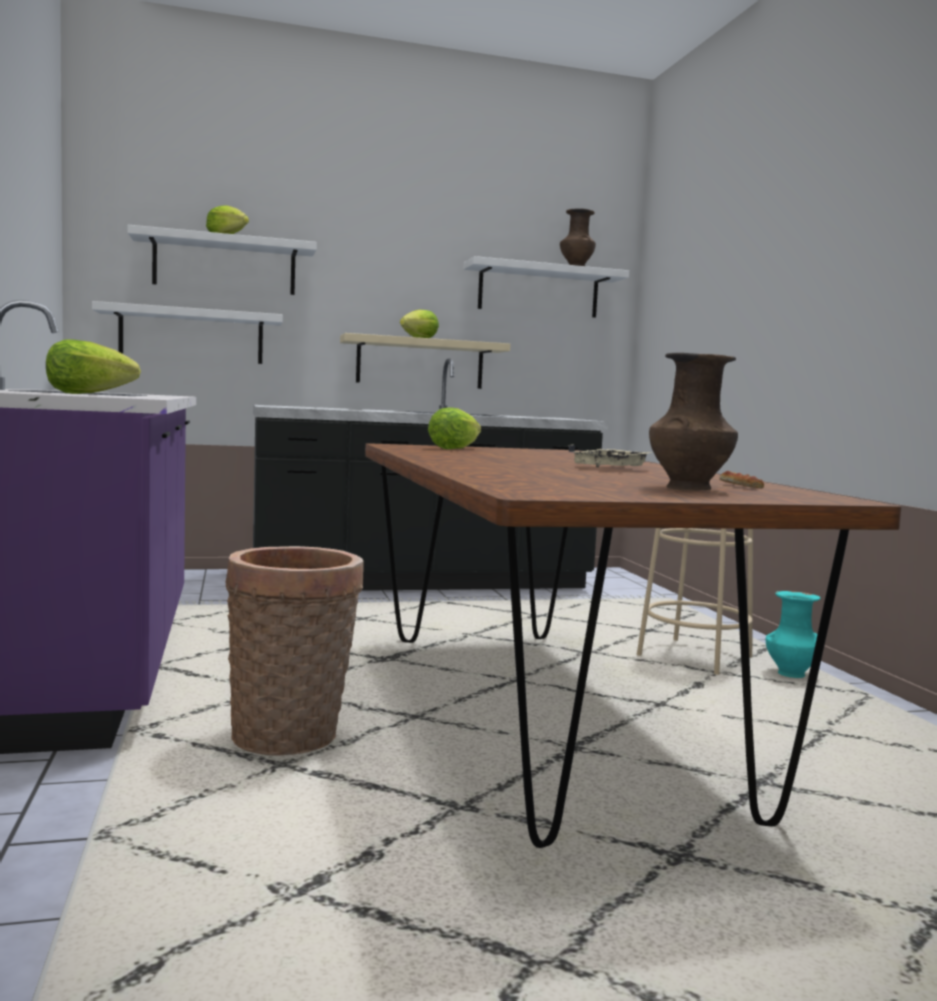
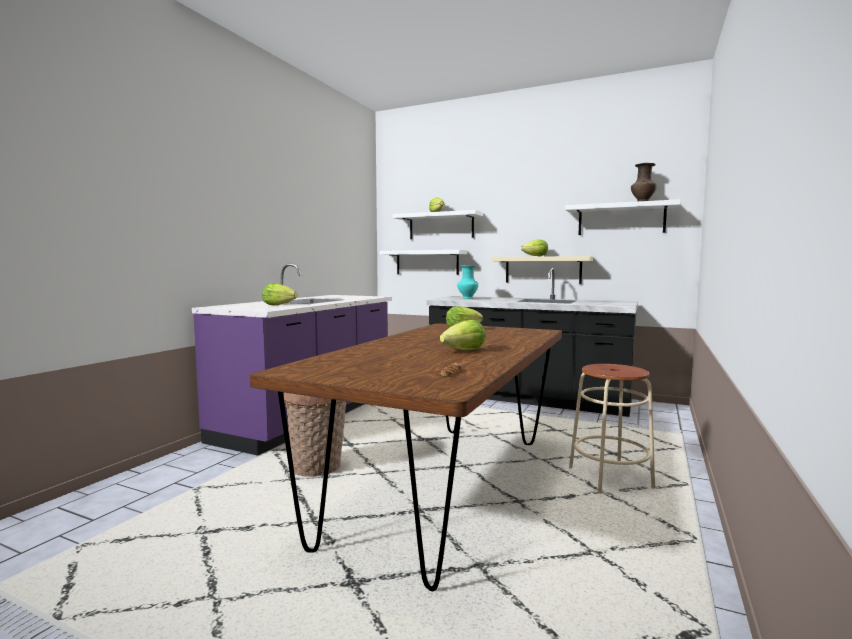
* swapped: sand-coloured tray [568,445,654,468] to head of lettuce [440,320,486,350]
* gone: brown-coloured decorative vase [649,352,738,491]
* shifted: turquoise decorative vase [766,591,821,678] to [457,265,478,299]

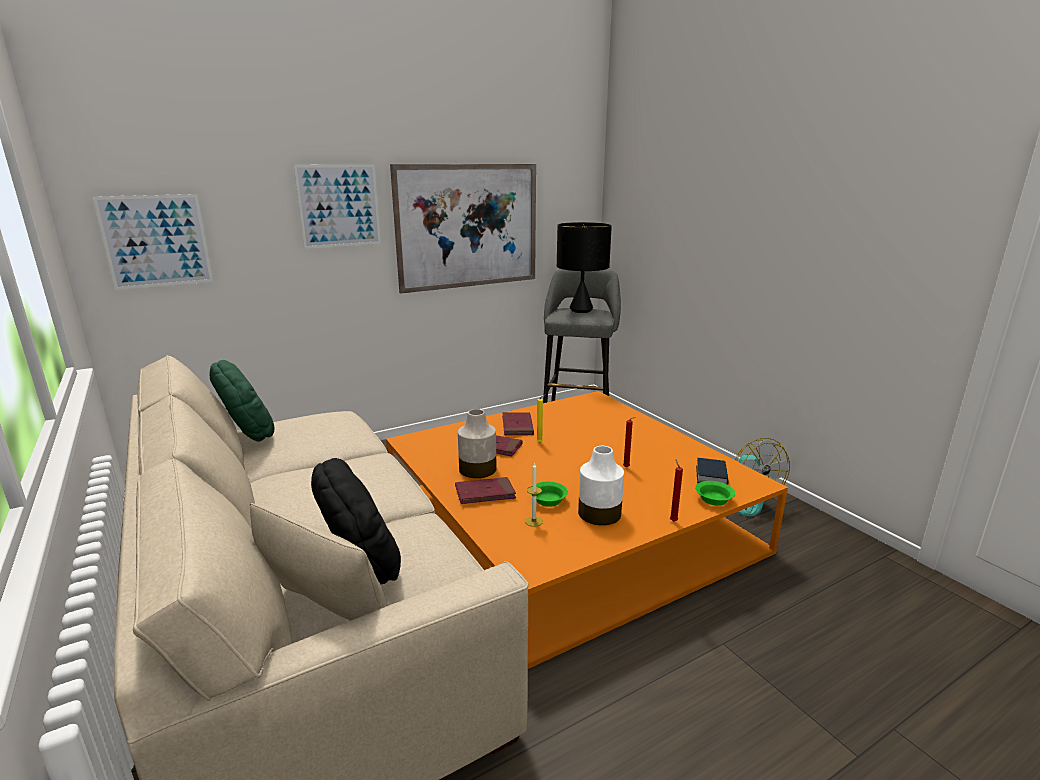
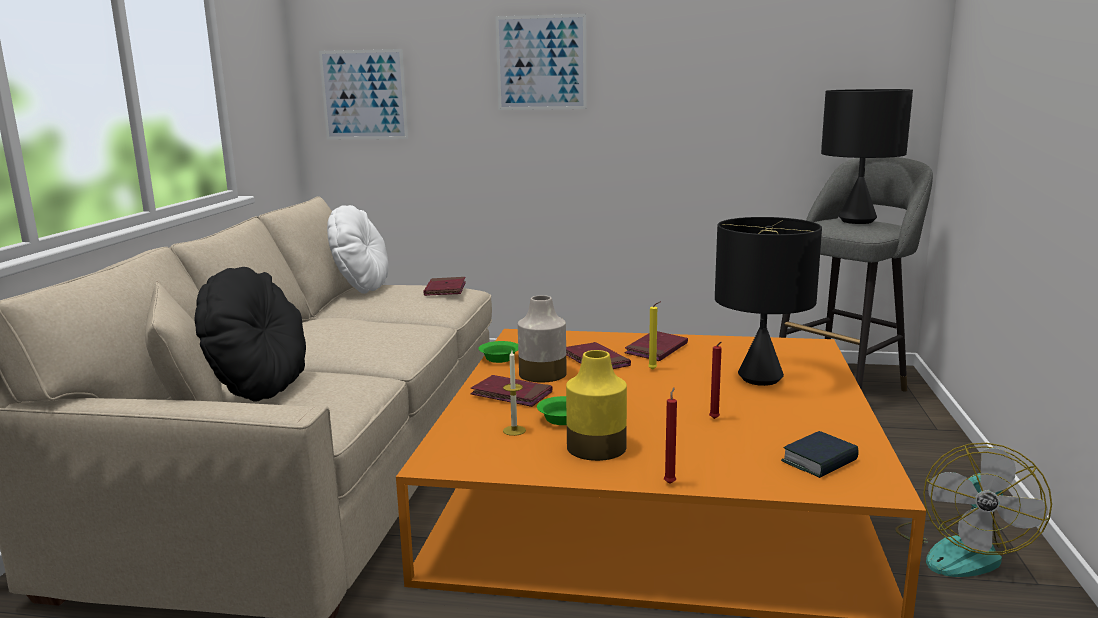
* repainted: green pillow [210,360,274,442] to white-coloured pillow [327,205,389,294]
* gone: wall picture [390,164,536,294]
* repainted: white-coloured decorative vase [578,446,624,525] to yellow-coloured decorative vase [566,350,627,461]
* shifted: green deep dish [695,481,735,506] to [478,341,518,363]
* new: red volume [424,277,466,296]
* new: black lamp for a table [715,217,822,386]

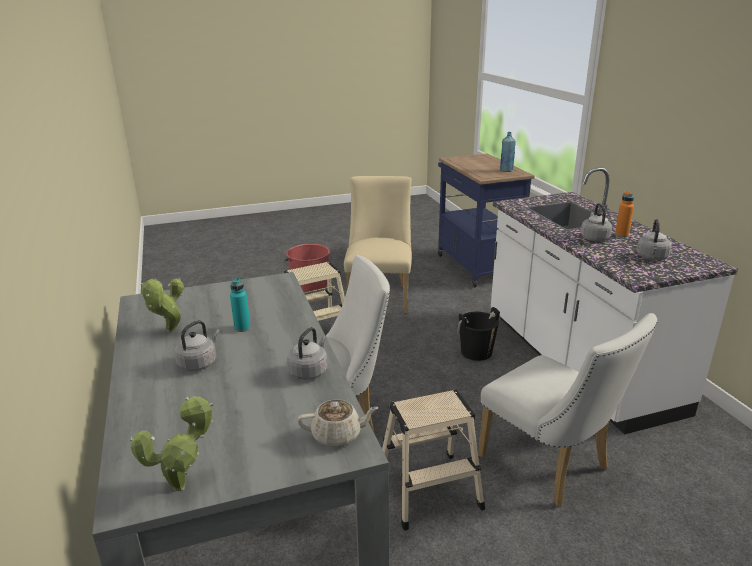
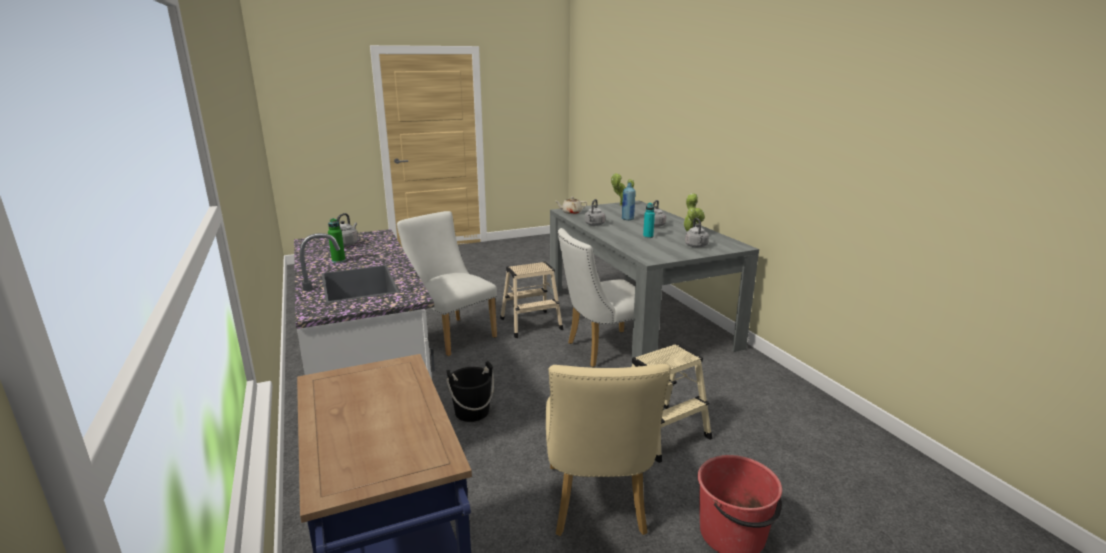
* shifted: bluish drink bottle [500,132,515,172] to [622,183,636,220]
* shifted: greyish water kettle [581,203,612,241] to [685,217,709,248]
* repainted: orange-coloured drink bottle [615,191,634,238] to green drink bottle [328,218,345,263]

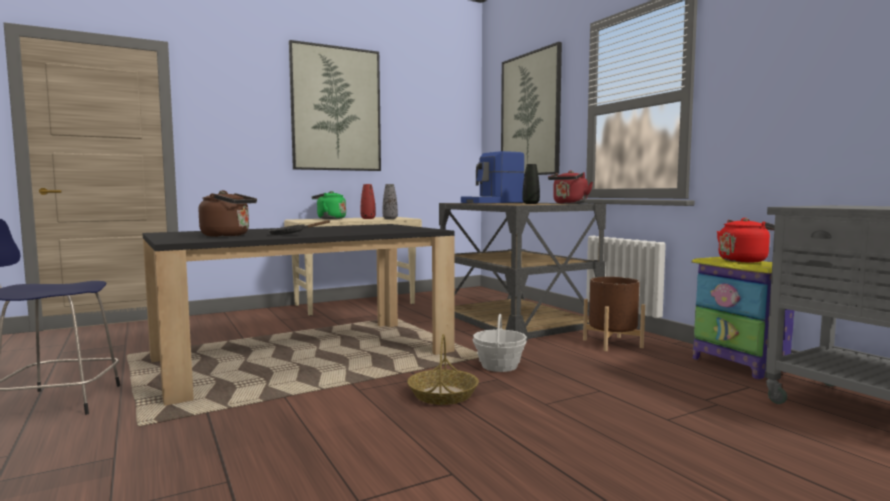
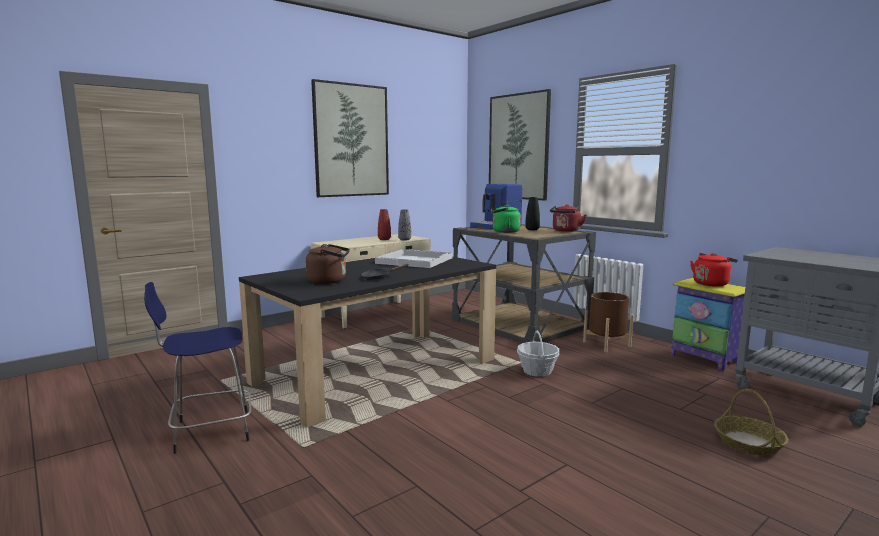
* shifted: green water kettle [312,191,346,219] to [491,205,521,233]
* shifted: storage basket [407,334,479,405] to [714,389,788,455]
* new: white-coloured tray [375,249,453,268]

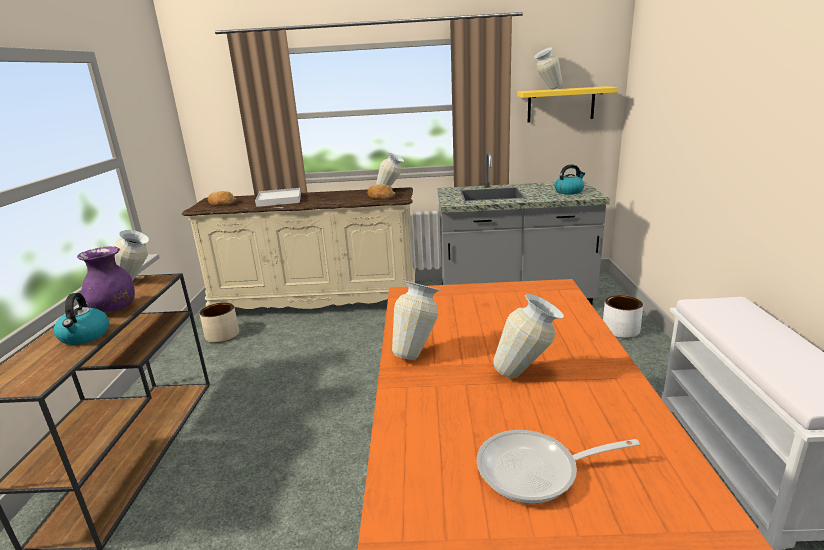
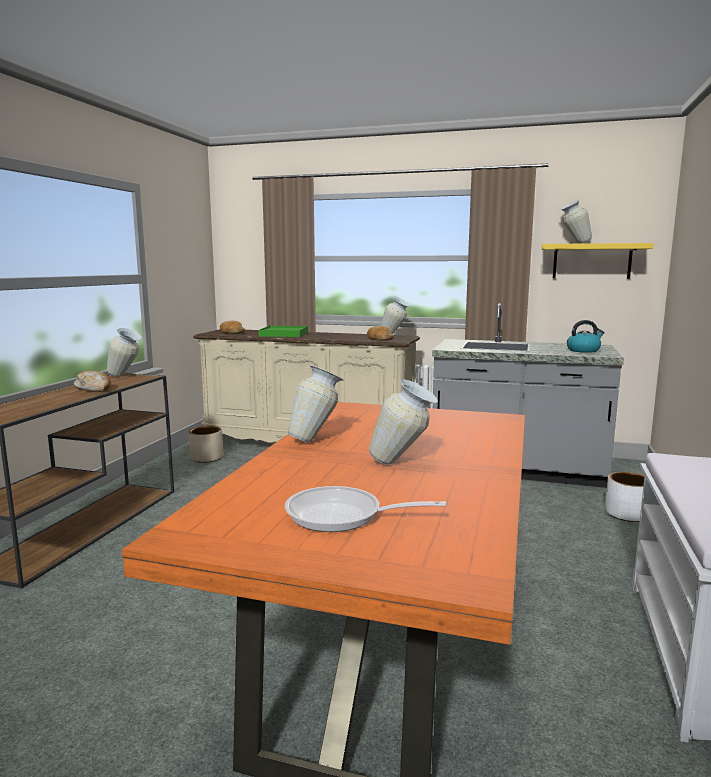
* gone: water kettle [53,293,109,345]
* swapped: purple-coloured decorative vase [77,247,135,312] to bakery bread [74,370,111,392]
* repainted: white-coloured tray [255,188,301,207] to green tray [258,326,308,337]

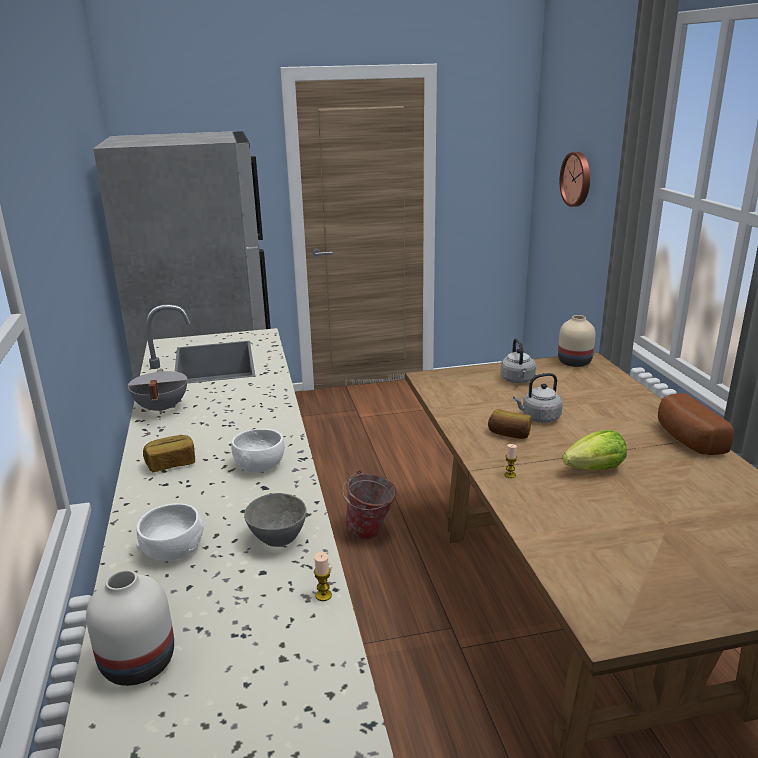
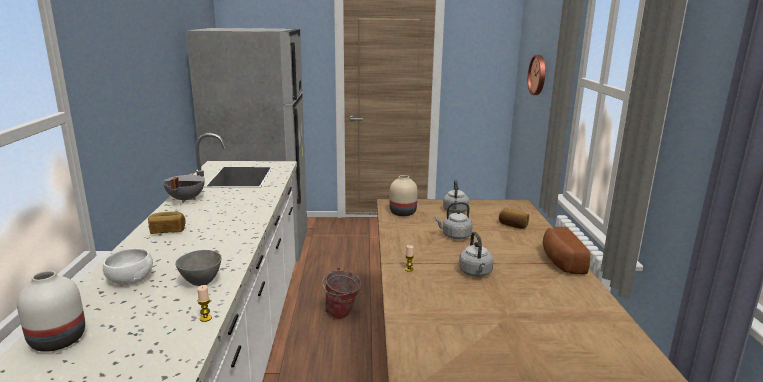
* gone: white-coloured deep dish [231,429,284,473]
* shifted: bakery bread [488,409,531,439] to [499,208,529,229]
* shifted: sand-coloured decorative vase [558,315,596,367] to [390,175,418,216]
* swapped: head of lettuce [562,430,627,470] to greyish water kettle [459,232,494,277]

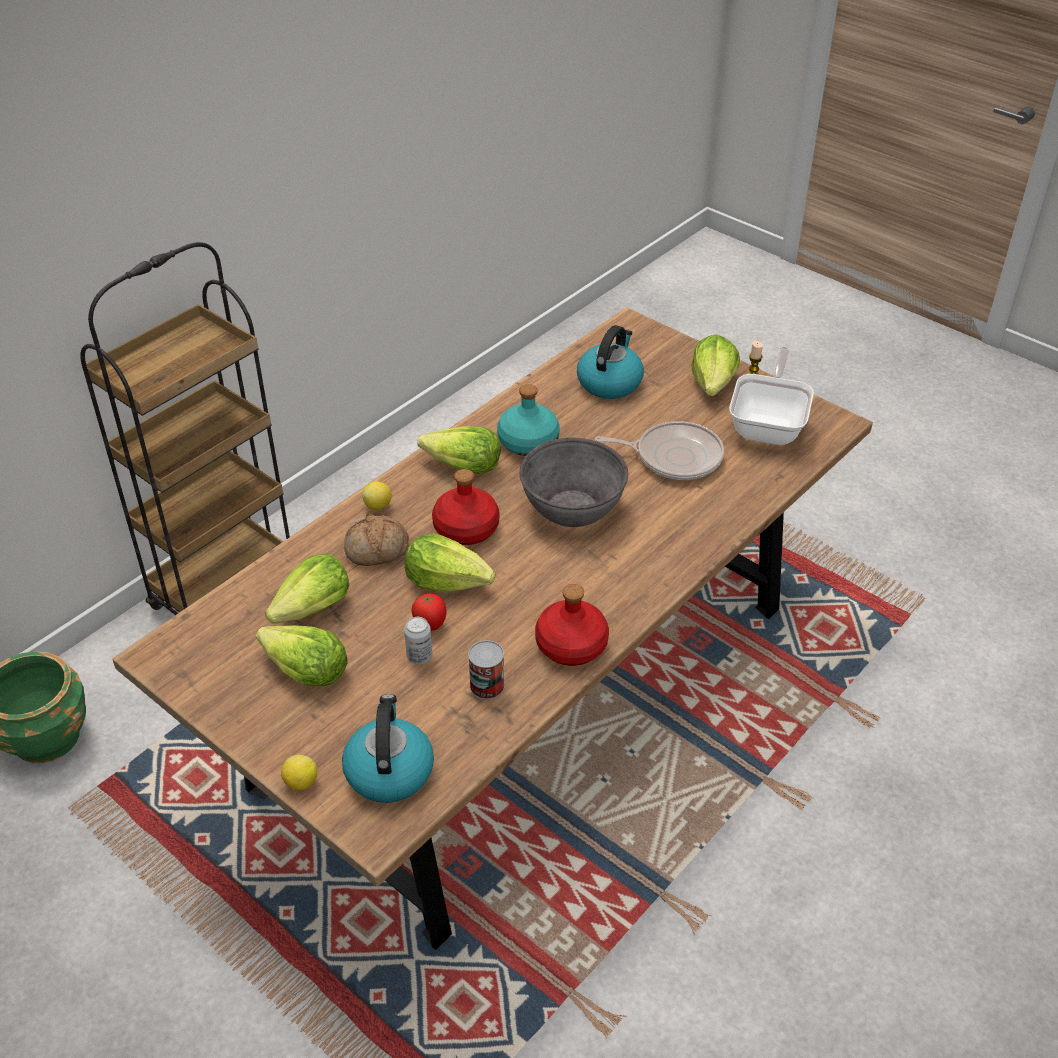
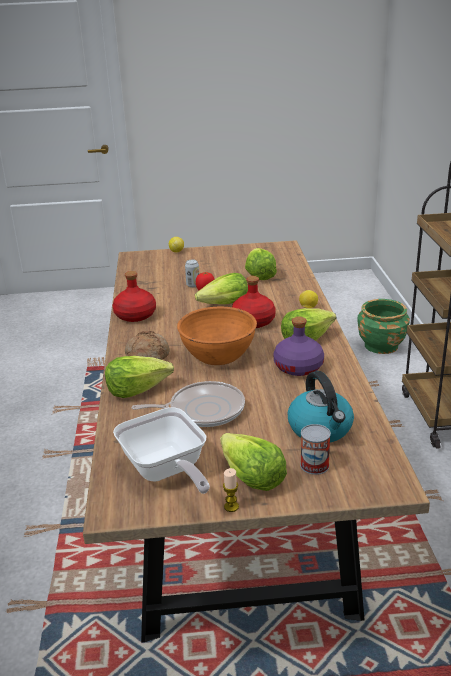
* shifted: head of lettuce [256,625,348,686] to [105,356,174,398]
* gone: water kettle [342,694,434,803]
* shifted: bakery bread [344,513,409,566] to [125,331,169,360]
* shifted: metal can [468,640,505,699] to [300,424,331,475]
* repainted: turquoise drink bottle [497,384,560,456] to purple-coloured drink bottle [273,317,324,376]
* repainted: greyish deep dish [519,438,628,527] to orange-coloured deep dish [177,307,257,365]
* rotated: pan [595,421,724,480] = [131,381,245,427] 150 degrees counterclockwise

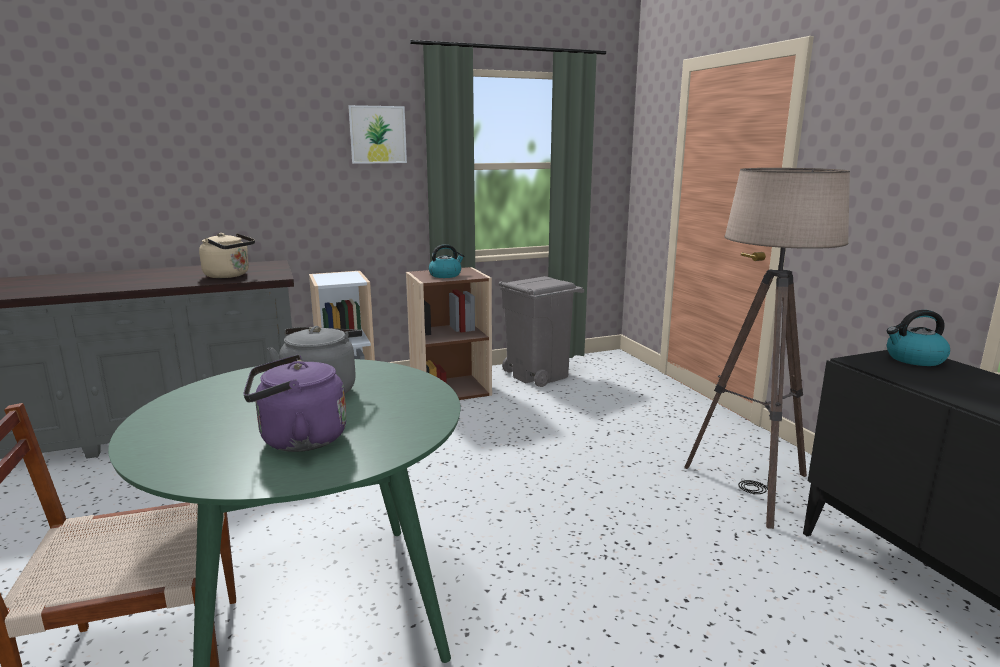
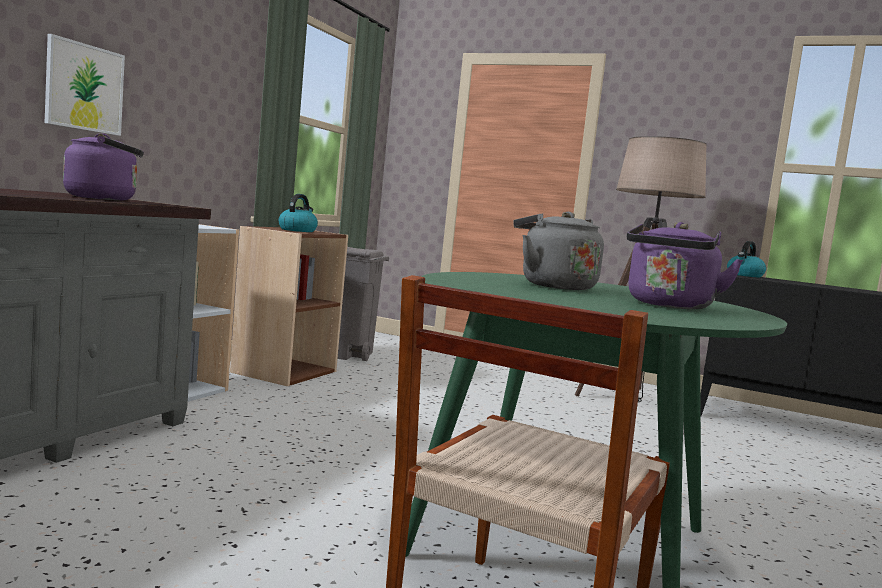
* repainted: sand-coloured water kettle [199,233,255,278] to purple-coloured water kettle [63,133,144,201]
* shifted: wall picture [348,105,407,164] to [45,34,125,136]

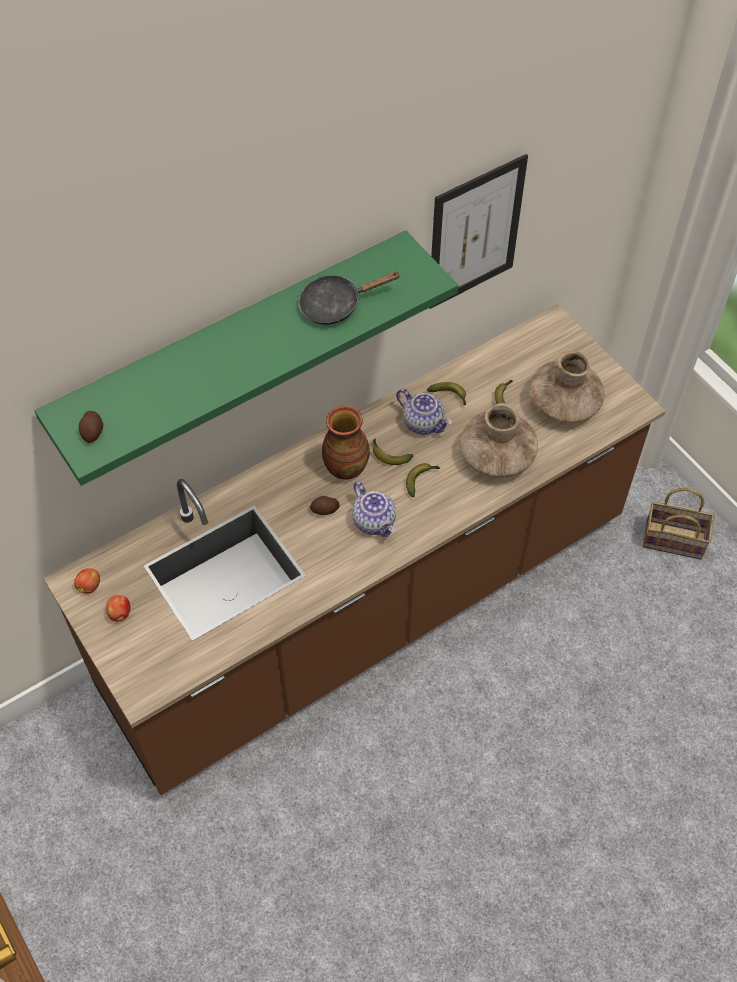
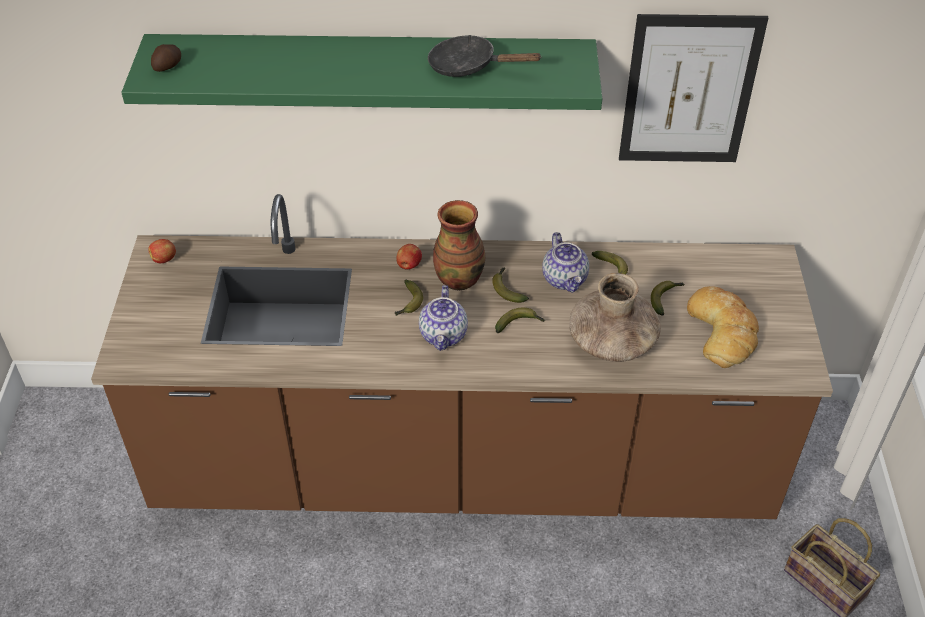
* shifted: apple [106,595,130,622] to [396,244,422,270]
* swapped: whole potato [310,496,340,515] to whole banana [395,280,423,316]
* swapped: brown-coloured decorative vase [529,351,604,423] to bakery bread [687,286,759,368]

